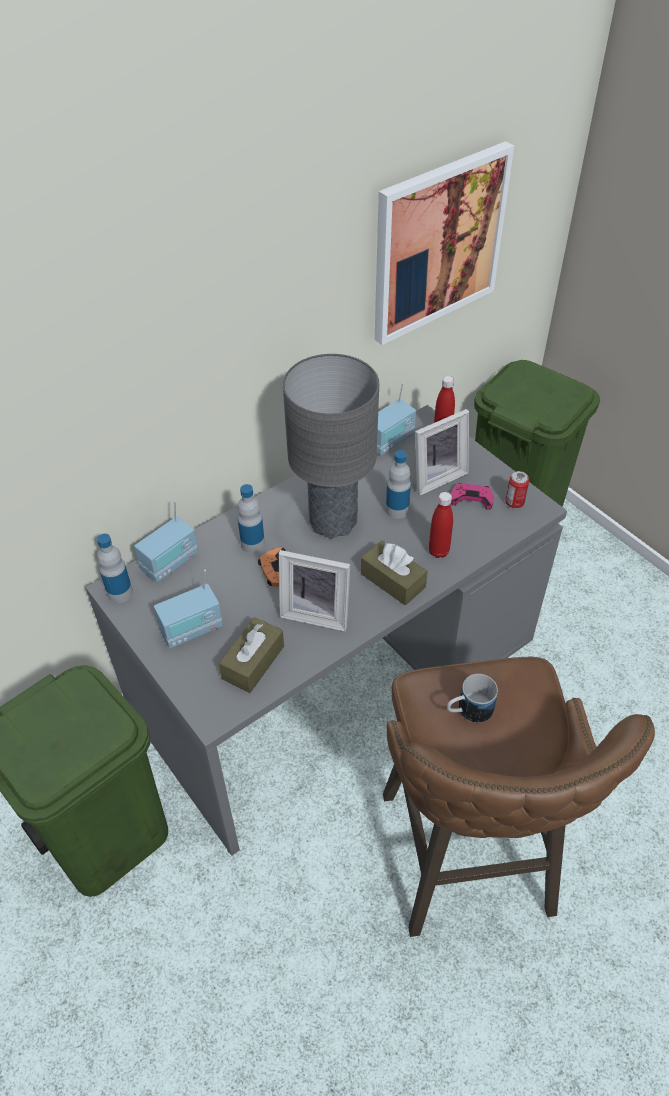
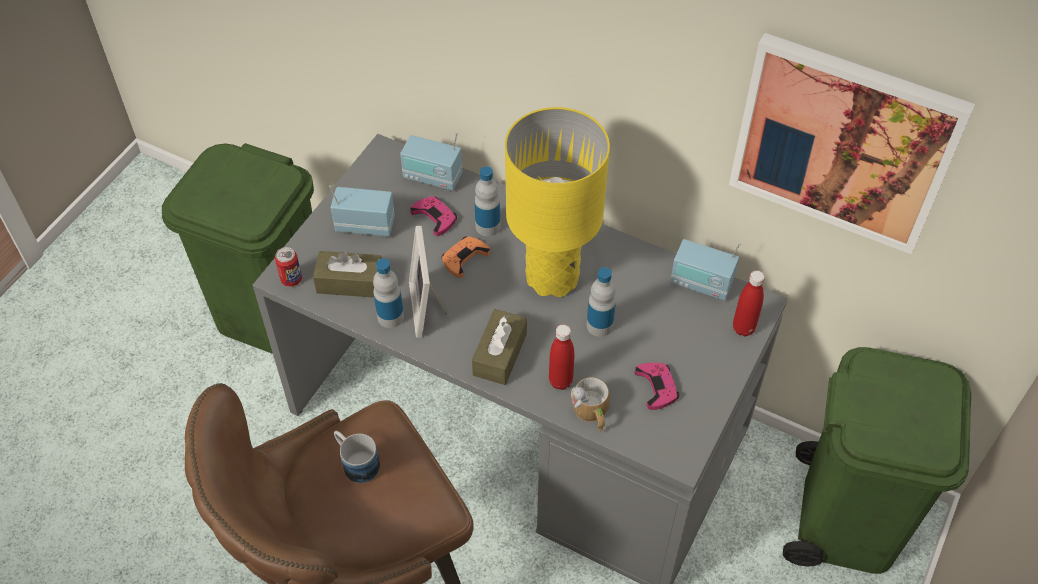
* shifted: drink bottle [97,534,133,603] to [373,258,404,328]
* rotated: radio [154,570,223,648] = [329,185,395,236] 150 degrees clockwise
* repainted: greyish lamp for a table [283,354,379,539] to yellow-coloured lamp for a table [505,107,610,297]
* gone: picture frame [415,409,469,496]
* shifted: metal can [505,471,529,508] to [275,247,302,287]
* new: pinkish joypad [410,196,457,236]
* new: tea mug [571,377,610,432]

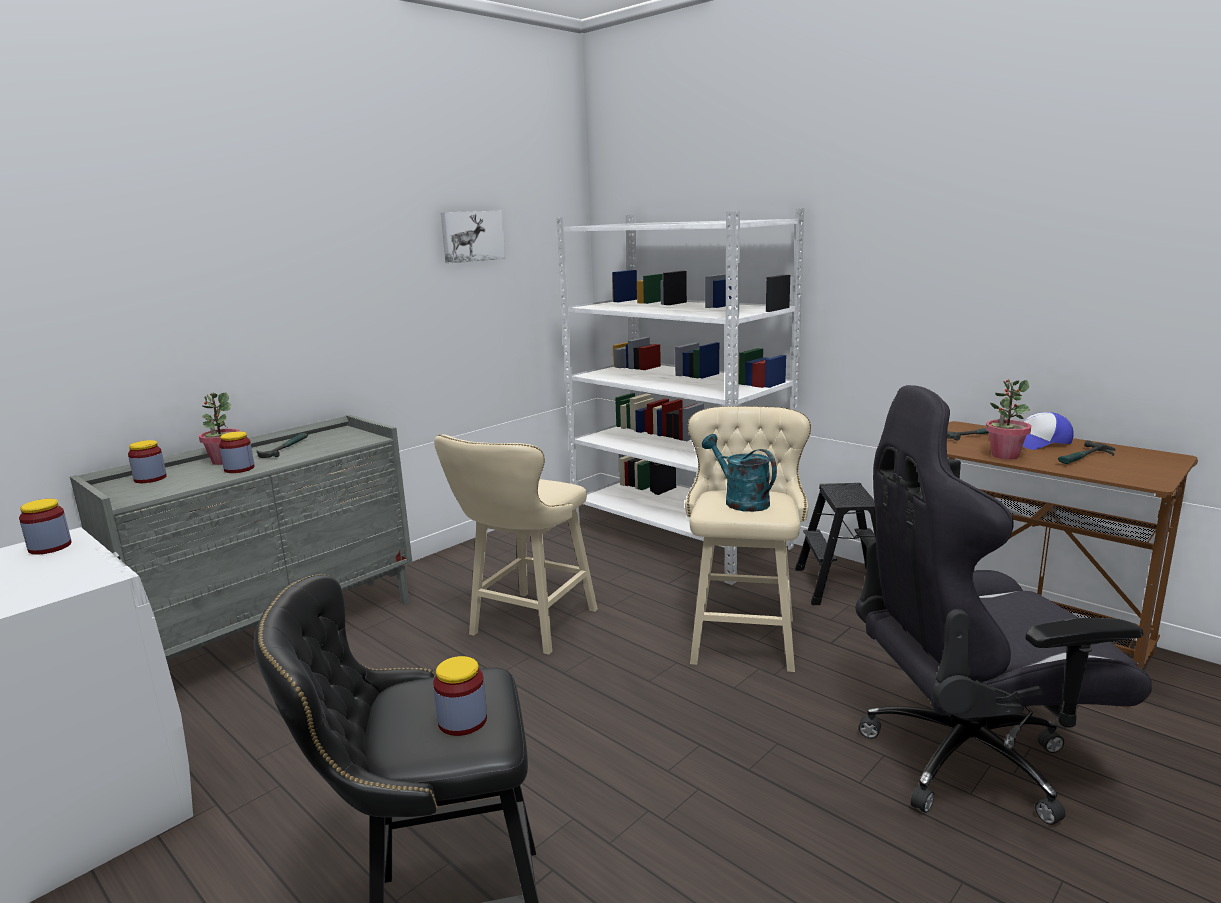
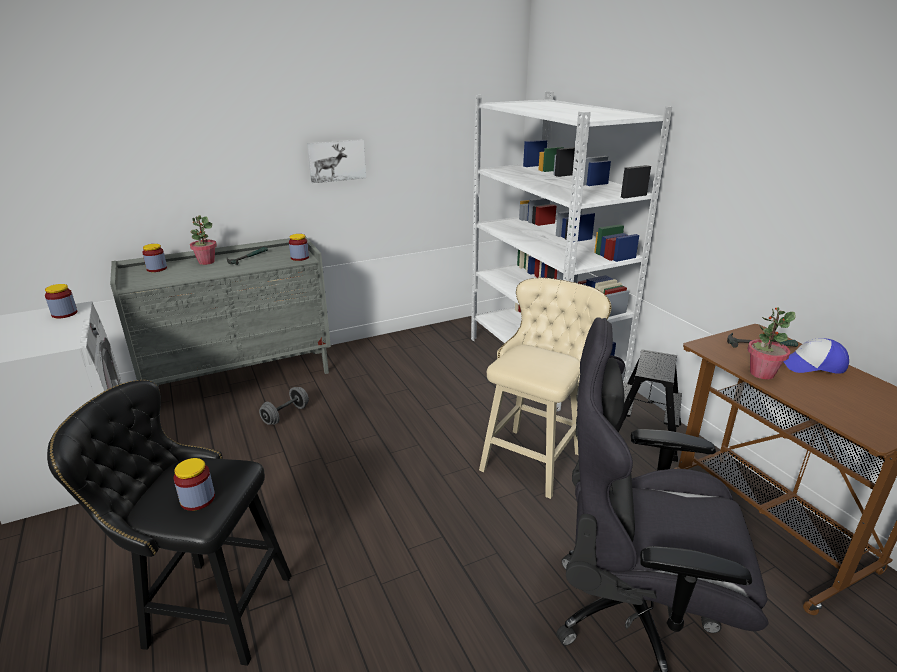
* shifted: jar [219,431,255,473] to [289,234,309,261]
* gone: sand-coloured stool seat [434,434,598,655]
* shifted: wall picture [441,211,505,263] to [307,139,366,183]
* gone: turquoise watering can [702,434,777,512]
* gone: tool hammer [1058,440,1116,464]
* new: greyish hand weight [259,387,309,425]

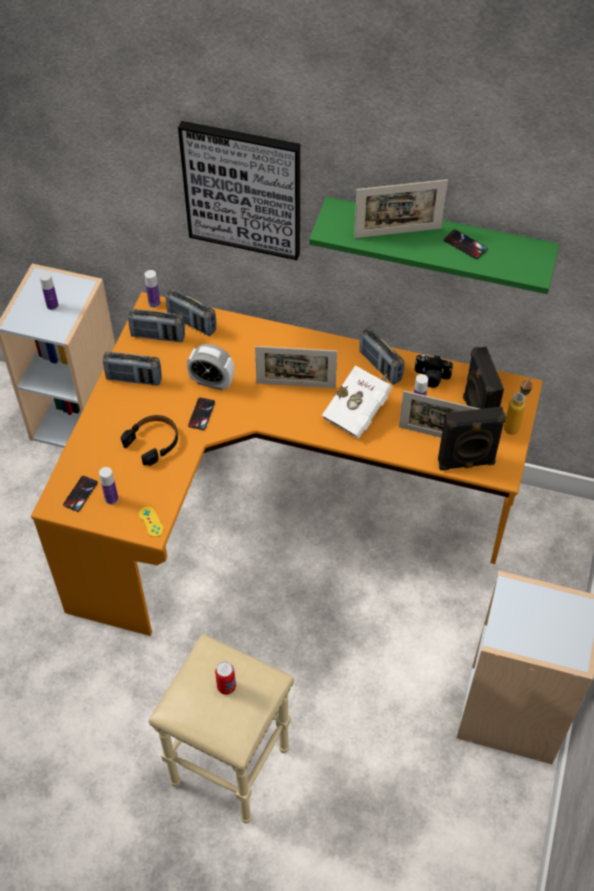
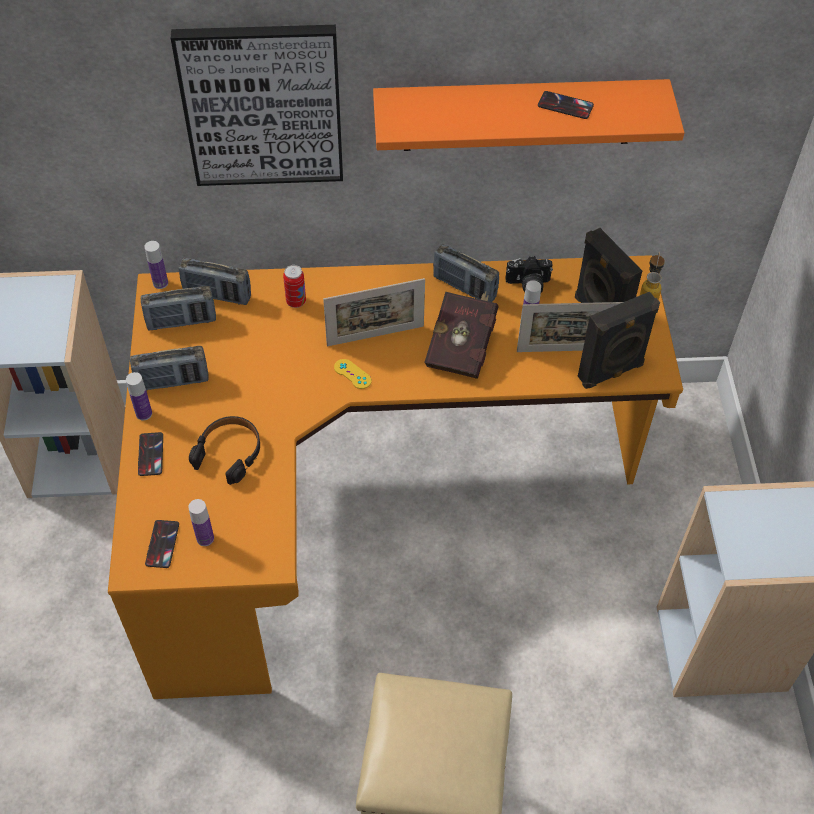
* shifted: drink bottle [40,272,59,310] to [126,372,152,421]
* shifted: yellow-coloured joypad [139,507,164,537] to [334,359,372,389]
* gone: table clock [187,344,234,390]
* shifted: handset [188,398,215,430] to [138,432,163,476]
* shifted: metal can [215,661,236,695] to [283,265,306,308]
* repainted: green shelf [309,197,559,294] to orange-coloured shelf [373,79,684,151]
* repainted: white-coloured volume [322,365,392,439] to red volume [424,292,499,379]
* gone: picture frame [354,179,448,238]

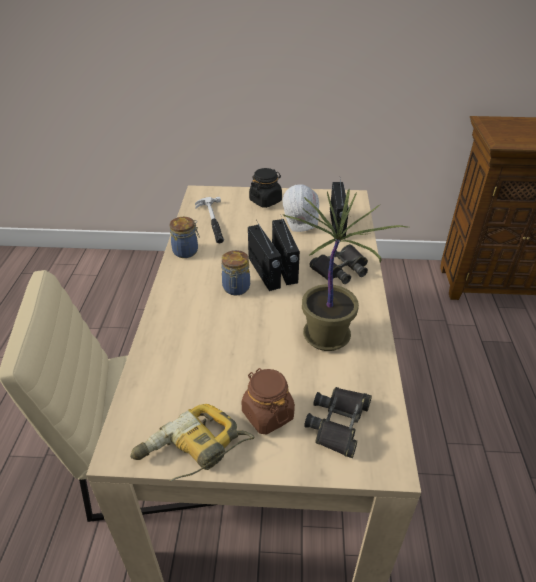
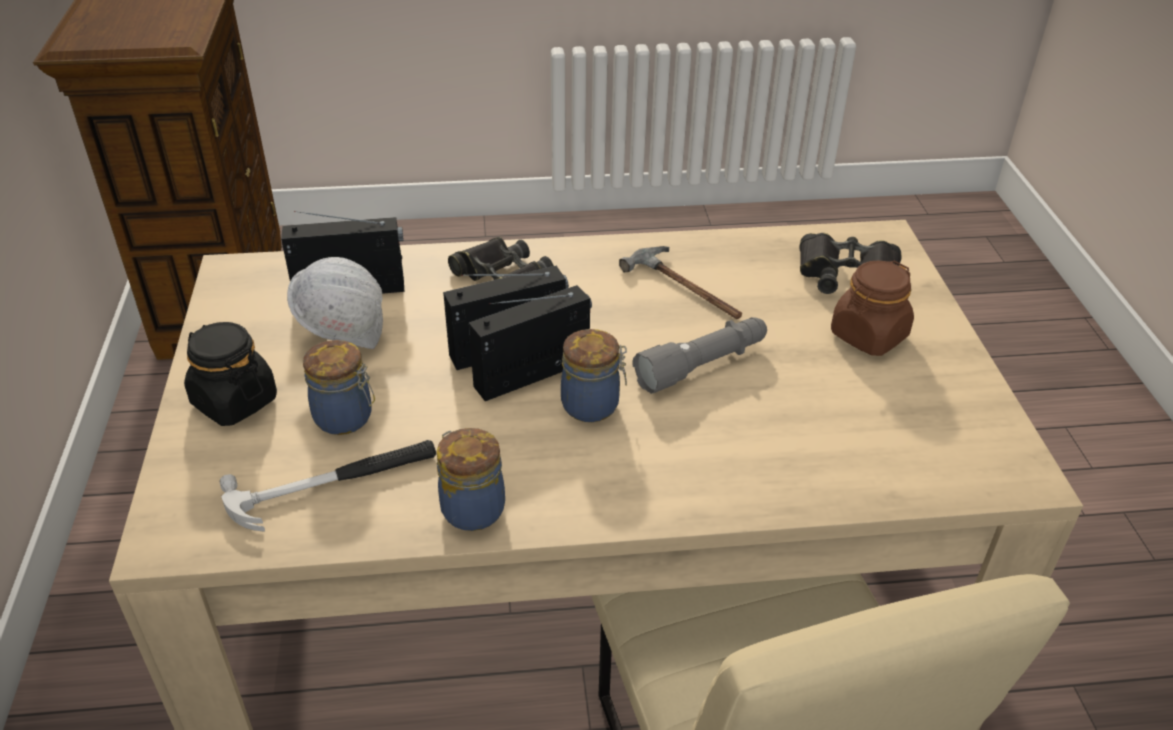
* gone: power drill [130,404,255,481]
* swapped: plant in a pot [282,189,408,351] to tool hammer [619,246,742,319]
* new: jar [303,340,375,435]
* new: greyish hand torch [632,317,767,394]

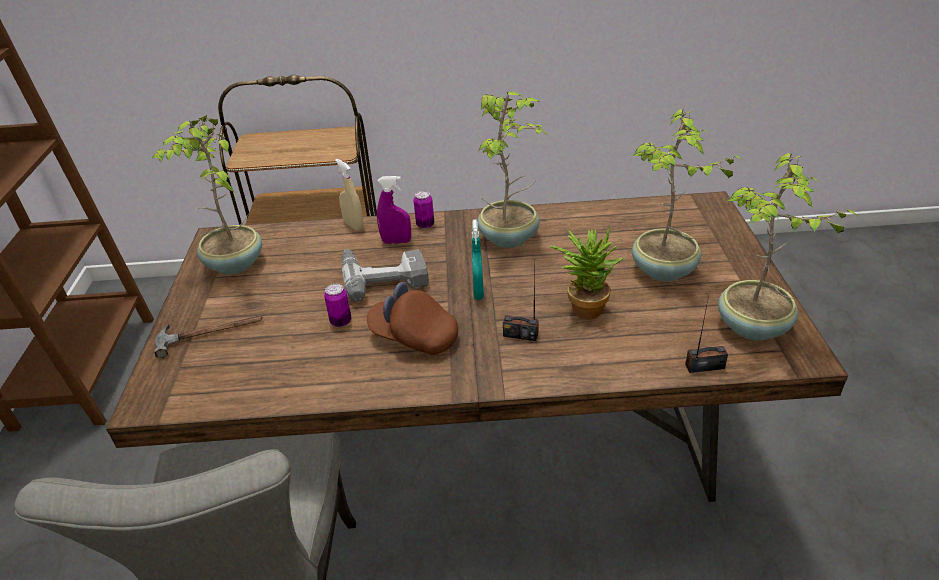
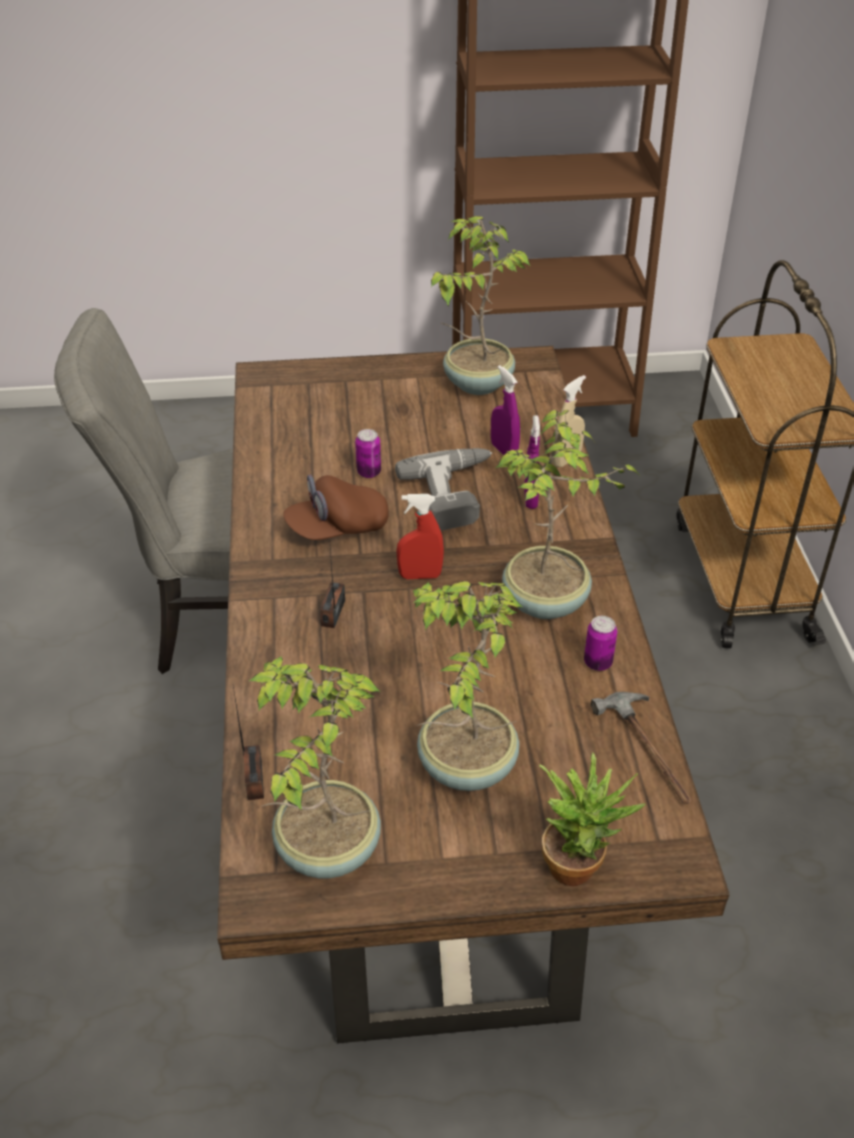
* shifted: tool hammer [154,315,263,358] to [591,692,692,804]
* rotated: brown-coloured cap [367,282,458,355] = [283,474,389,540] 135 degrees counterclockwise
* shifted: metal can [413,191,434,229] to [584,616,617,671]
* repainted: turquoise sprayer [472,219,484,300] to red sprayer [396,494,444,579]
* shifted: plant in a pot [550,225,623,320] to [539,752,646,886]
* new: purple-coloured sprayer [491,365,520,455]

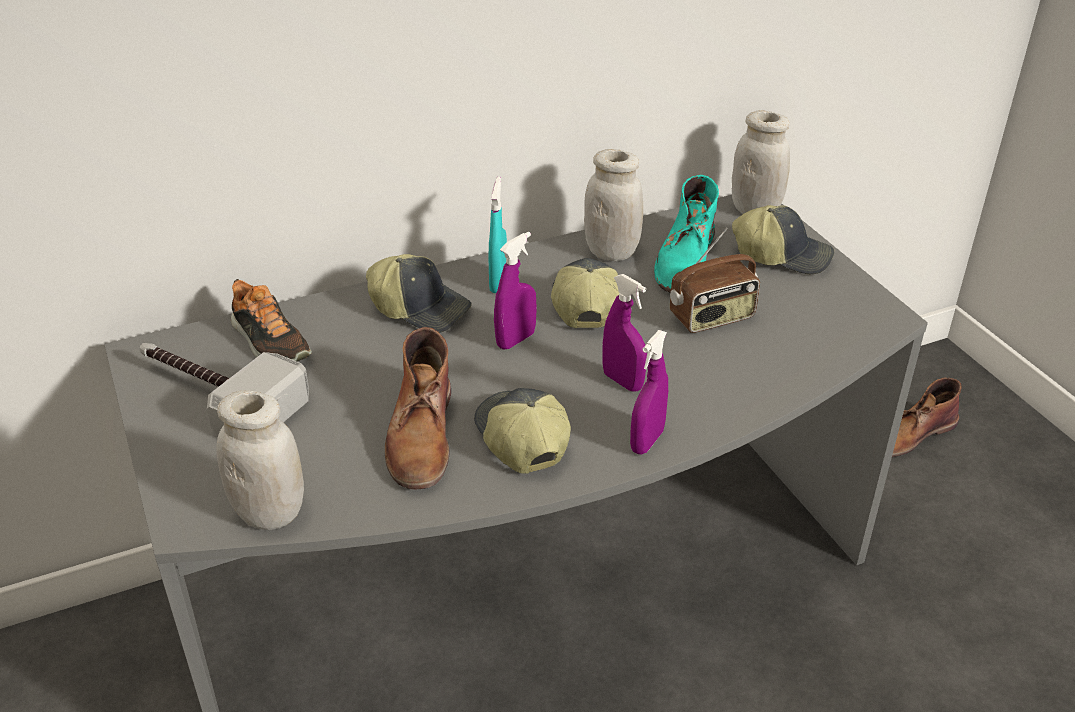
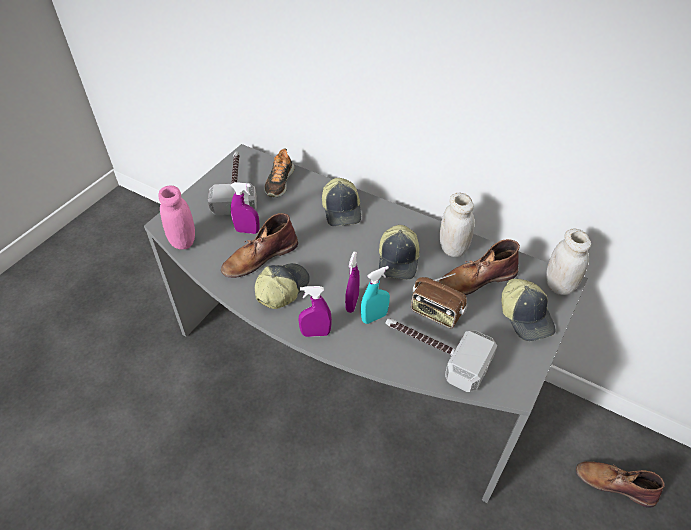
* repainted: white-coloured jar [216,390,304,530] to pinkish jar [158,186,195,250]
* shifted: turquoise sprayer [488,177,507,293] to [361,266,390,324]
* shifted: purple-coloured sprayer [494,232,537,350] to [231,182,260,234]
* rotated: cap [551,258,619,328] = [379,225,419,280] 135 degrees clockwise
* repainted: turquoise boot [654,175,719,293] to brown-coloured boot [438,239,520,295]
* new: tool hammer [386,318,497,392]

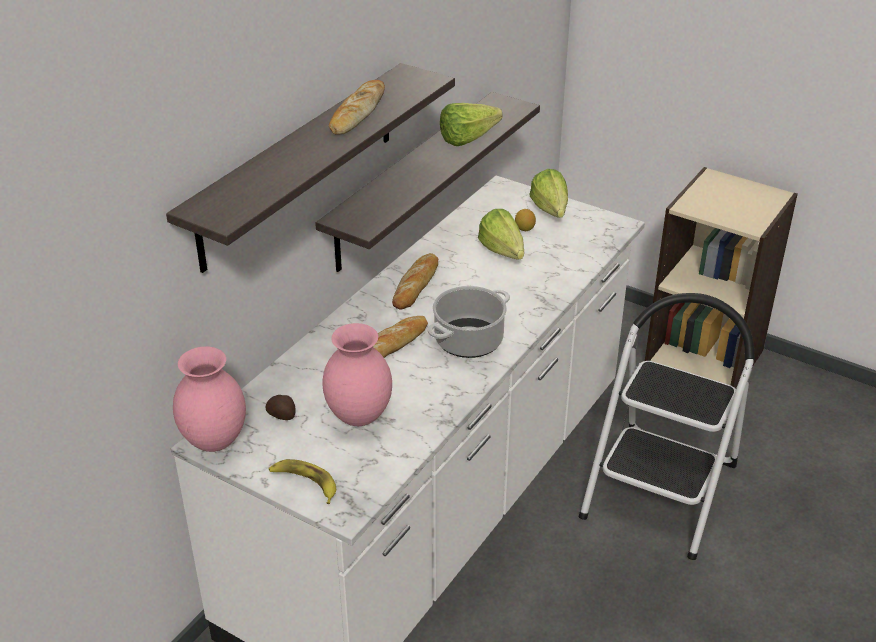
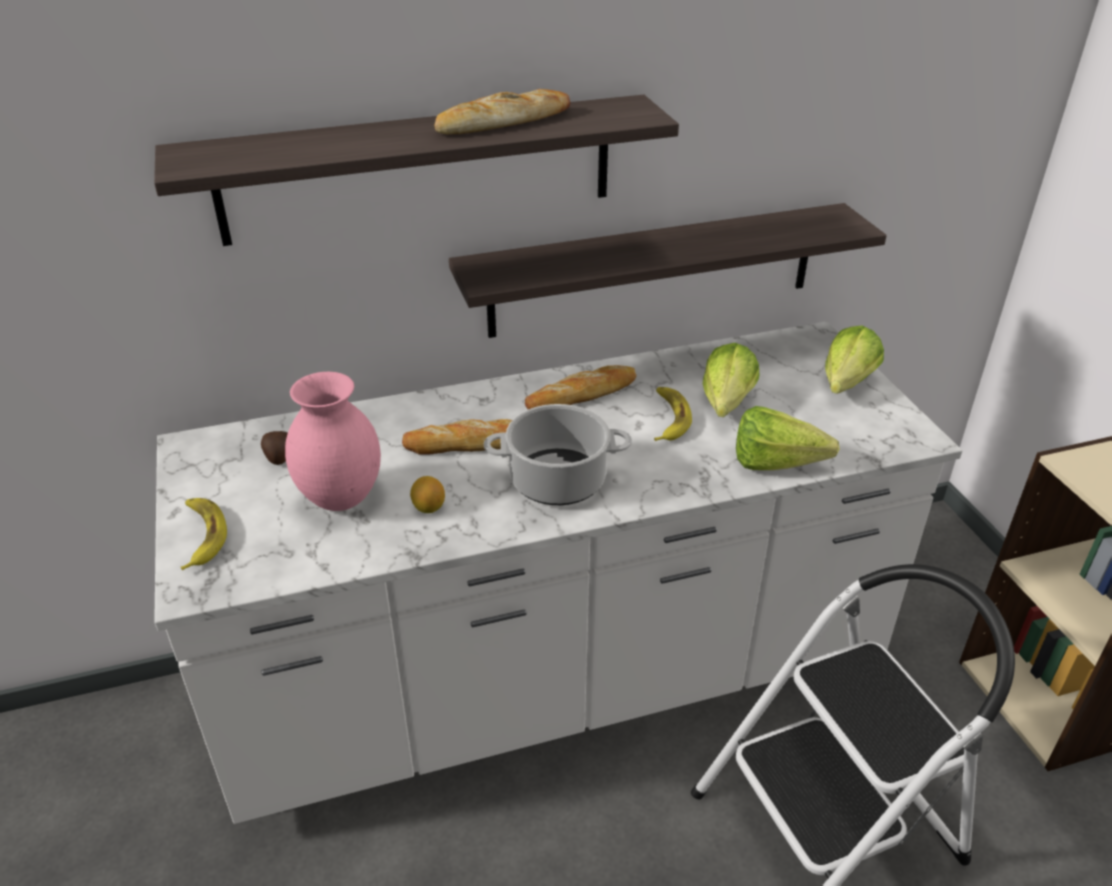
* gone: pinkish decorative vase [173,346,246,452]
* shifted: head of lettuce [440,103,503,146] to [736,406,839,470]
* shifted: whole lemon [515,209,536,231] to [410,476,445,513]
* new: whole banana [654,387,692,441]

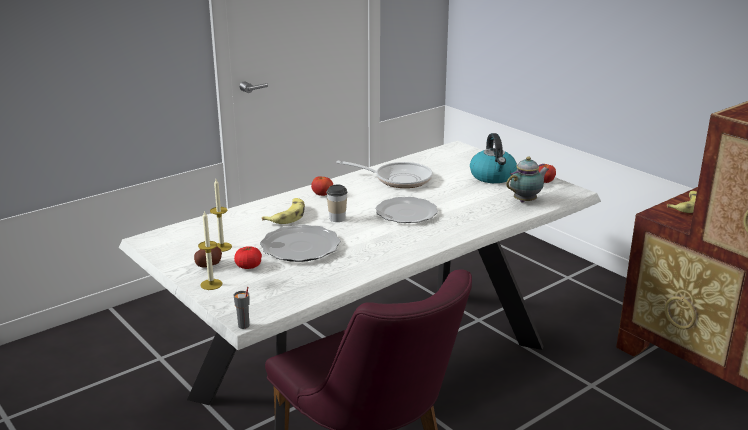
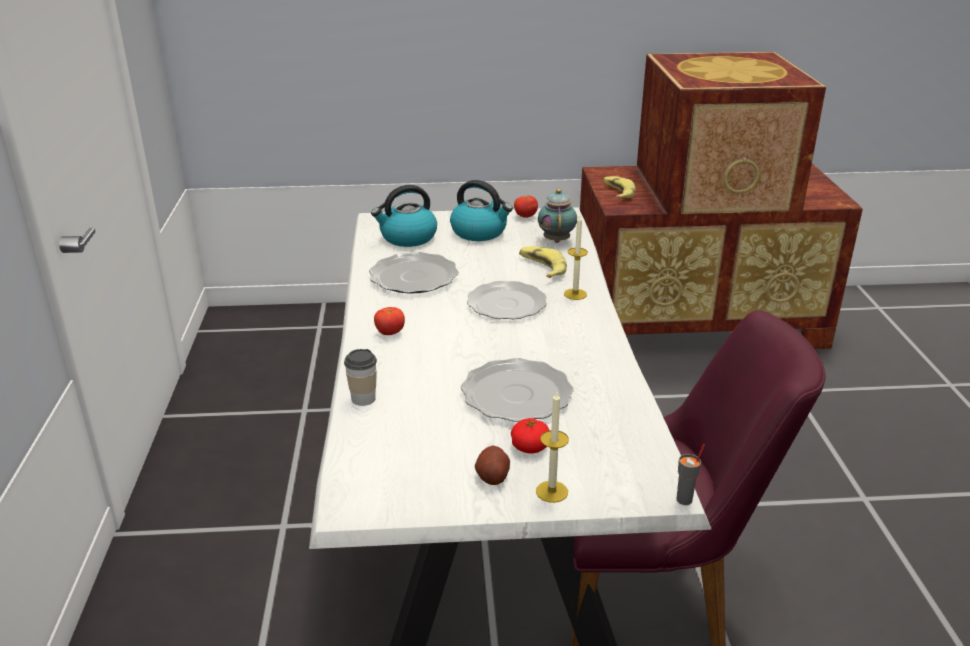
* shifted: wax candle [210,179,232,252] to [564,215,588,300]
* shifted: whole banana [262,198,305,224] to [519,246,567,278]
* shifted: small cup [326,185,348,222] to [344,349,377,406]
* swapped: pan [336,161,433,188] to plate [369,252,459,294]
* new: water kettle [371,185,437,247]

